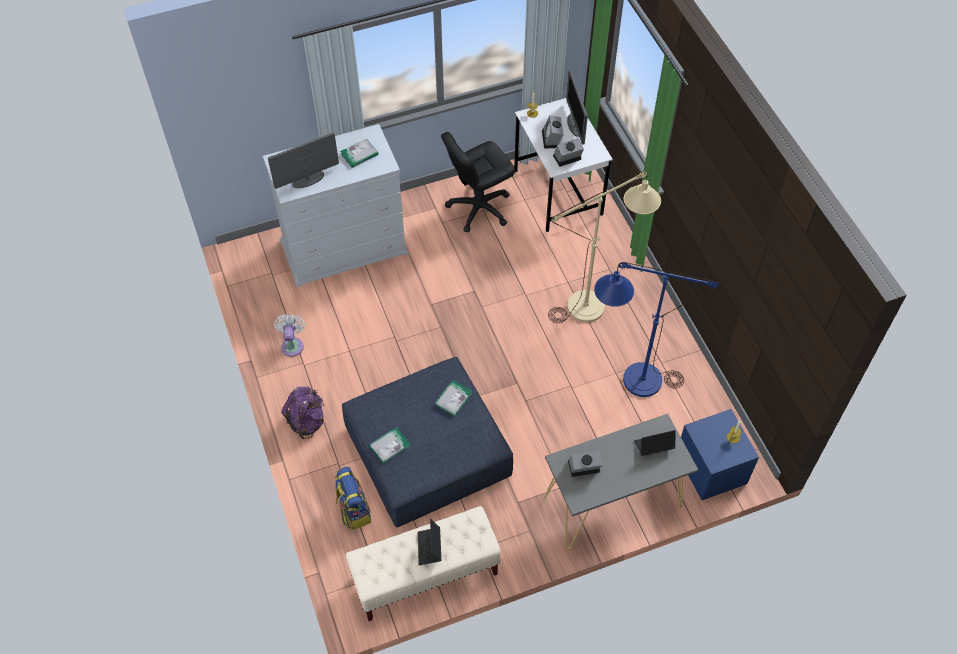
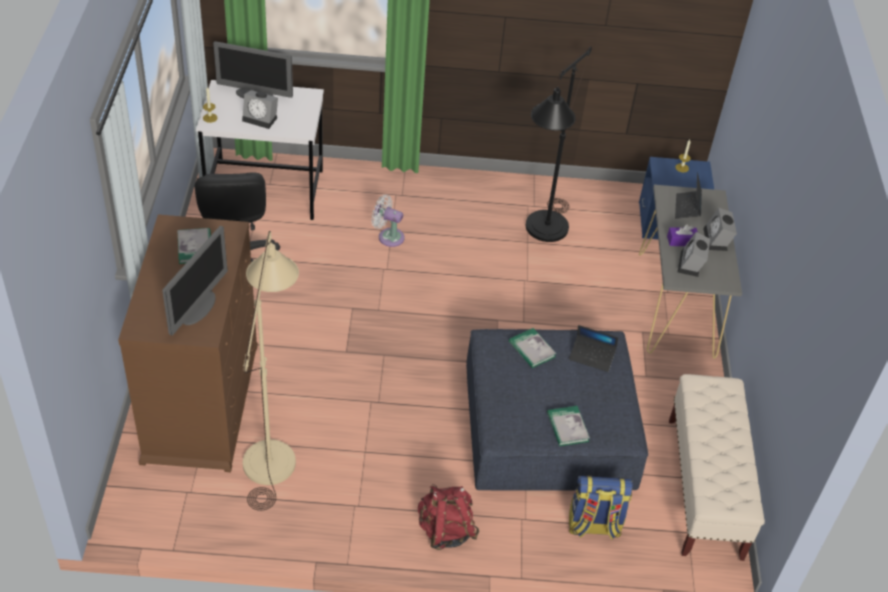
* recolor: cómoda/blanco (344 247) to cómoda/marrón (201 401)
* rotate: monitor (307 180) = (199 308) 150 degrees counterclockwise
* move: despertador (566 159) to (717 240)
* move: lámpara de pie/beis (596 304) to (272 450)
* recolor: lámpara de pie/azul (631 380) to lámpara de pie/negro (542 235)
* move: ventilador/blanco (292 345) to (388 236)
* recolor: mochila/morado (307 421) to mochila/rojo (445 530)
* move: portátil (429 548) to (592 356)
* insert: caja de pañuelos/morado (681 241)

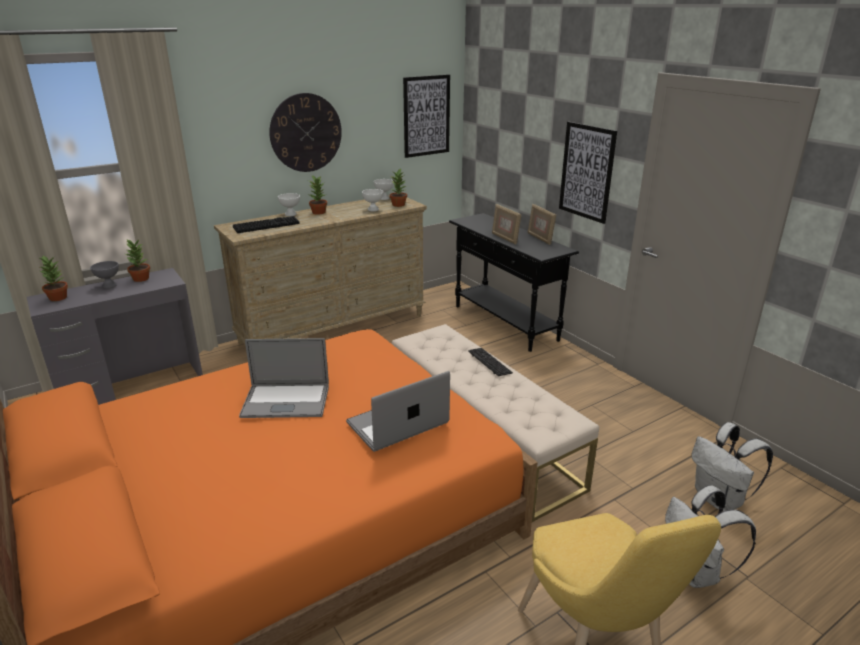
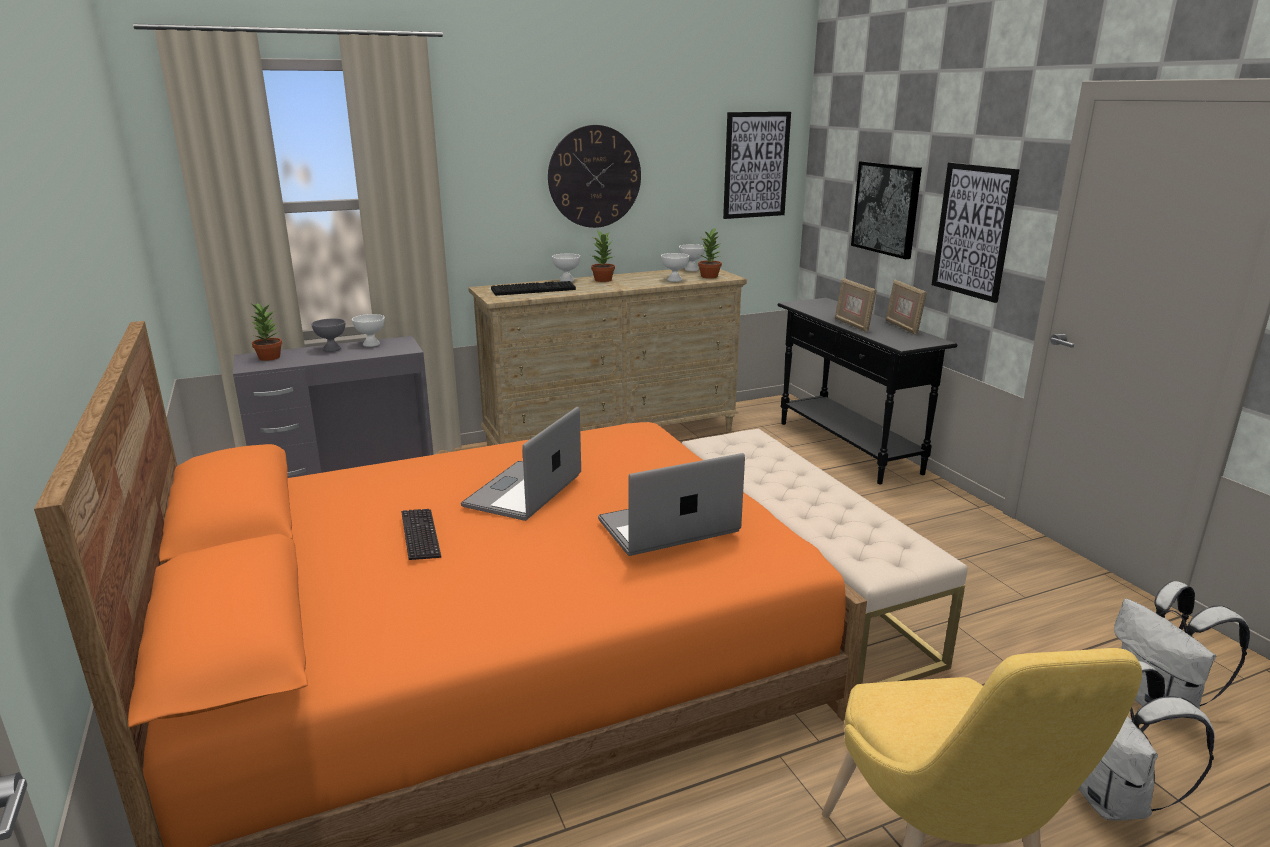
* replace: planta en maceta (140 279) to cuenco/blanco (370 344)
* rotate: portátil (286 401) = (523 491) 105 degrees clockwise
* move: teclado (489 363) to (420 536)
* insert: cuadro (886 208)

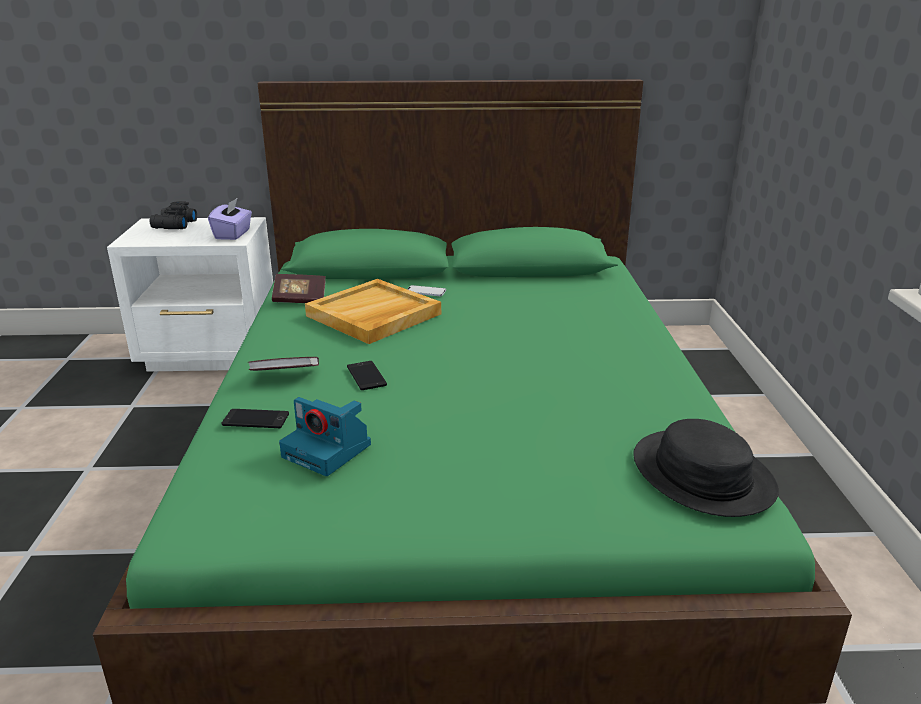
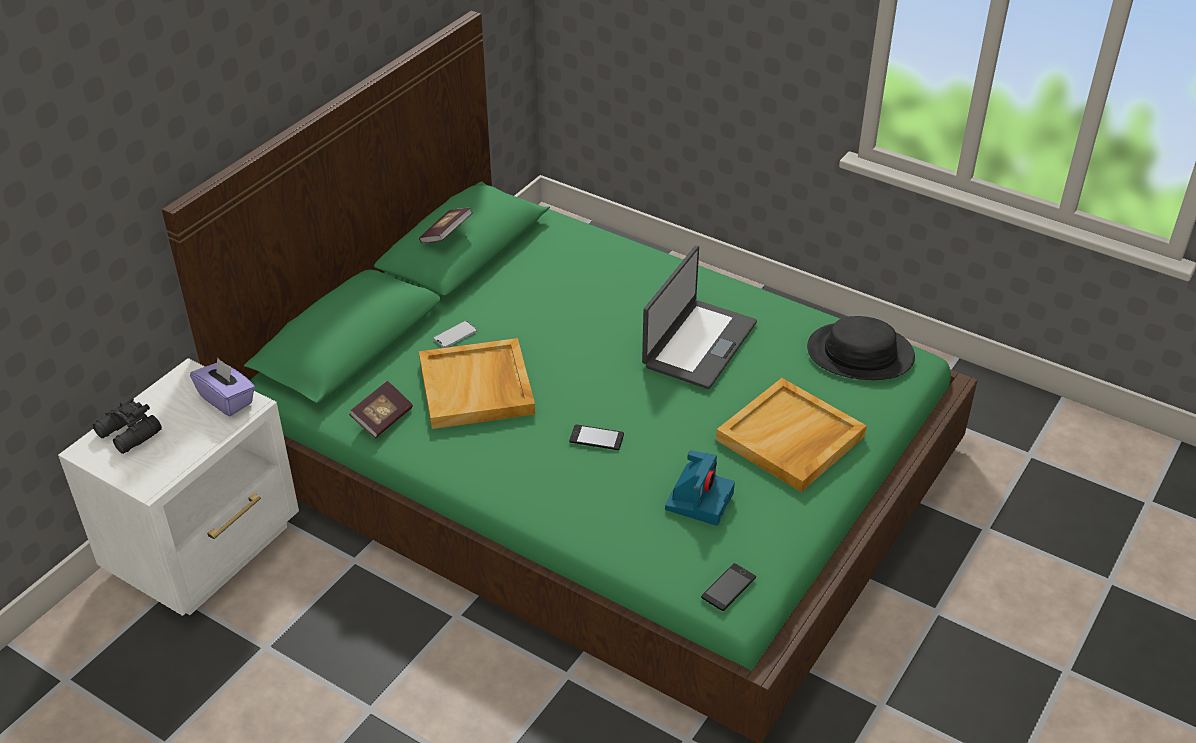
* move: libro (285 376) to (446 235)
* rotate: cámara (328 451) = (699 499) 45 degrees counterclockwise
* move: móvil (255 419) to (728 587)
* insert: portátil (698 344)
* insert: bandeja/beis (790 439)

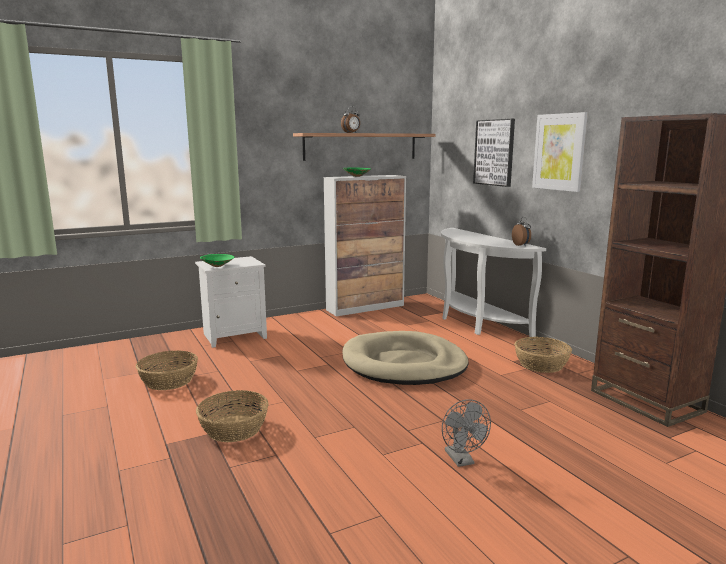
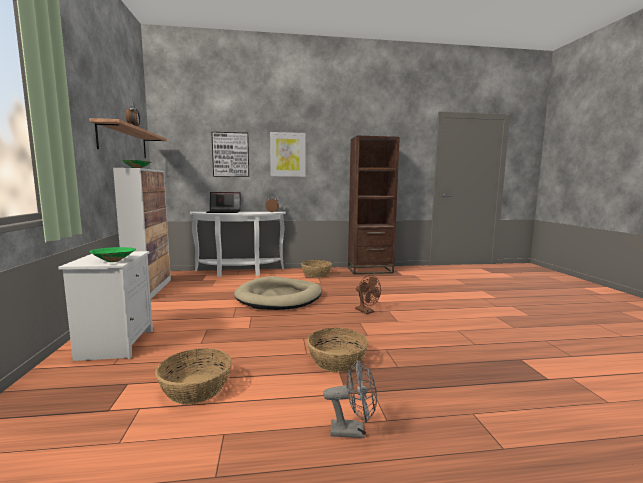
* move: ventilador/gris (462 460) to (353 431)
* insert: portátil (224 212)
* insert: ventilador/marrón (366 312)

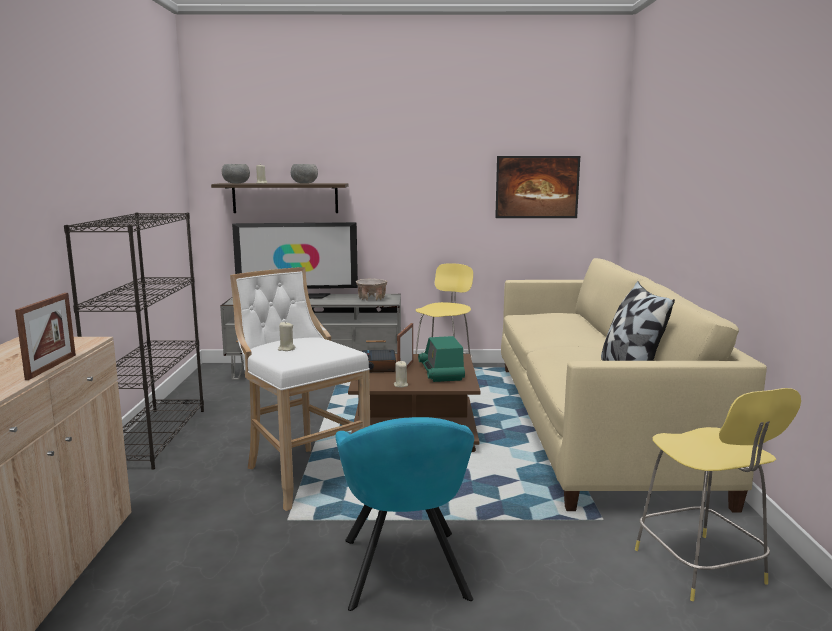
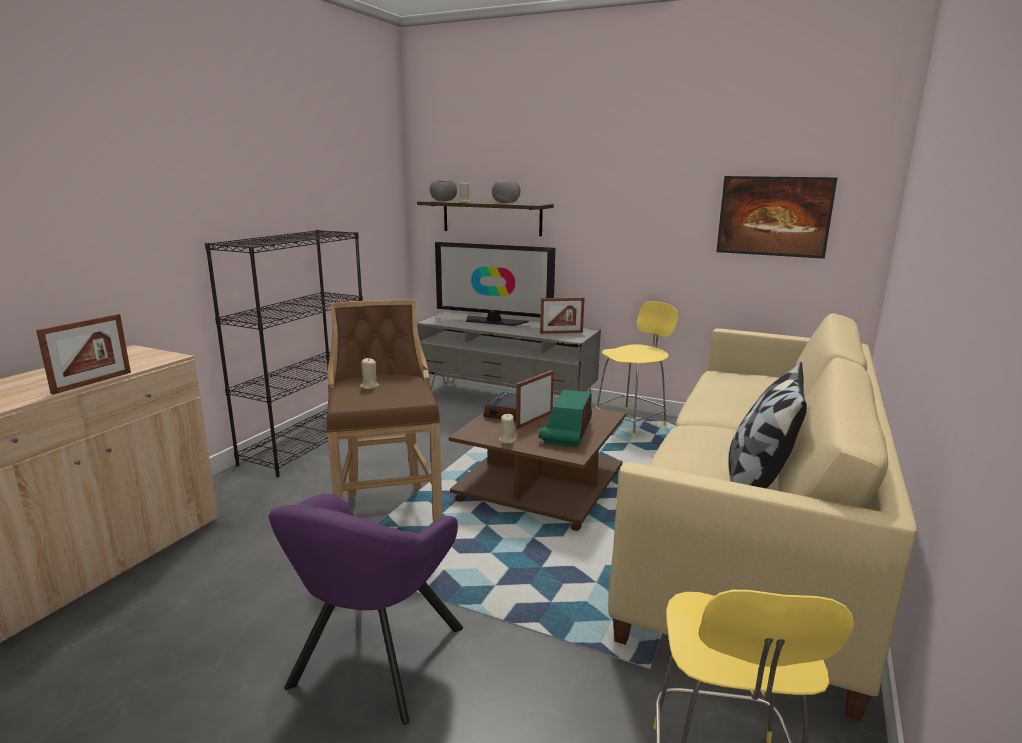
* recolor: taburete/blanco (302 474) to taburete/marrón (388 514)
* replace: cuenco/beis (371 299) to portarretratos (561 333)
* recolor: sillón/turquesa (405 573) to sillón/morado (373 662)

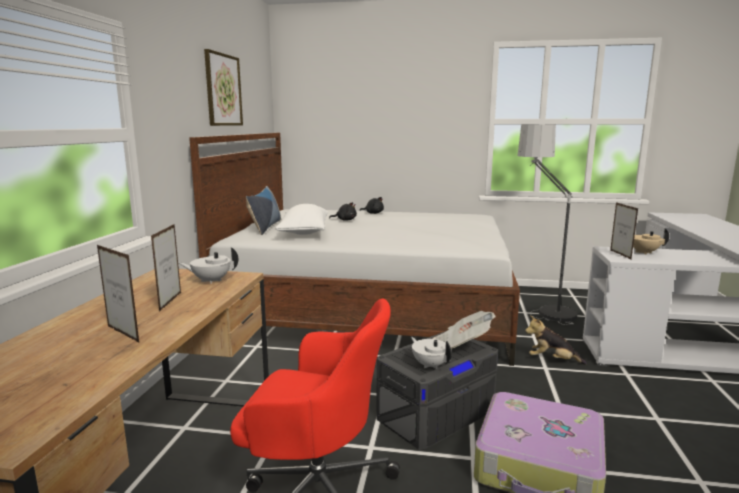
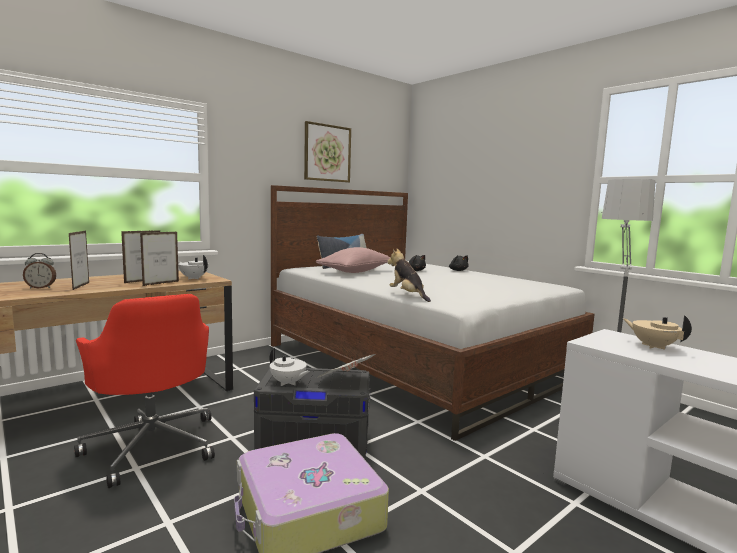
* move: portarretratos (620 255) to (161 283)
* recolor: cojín/blanco (304 232) to cojín/rosa (355 272)
* move: peluche (552 360) to (407 295)
* rotate: tetera/blanco (430 365) = (288 383) 120 degrees clockwise
* insert: despertador (41 288)

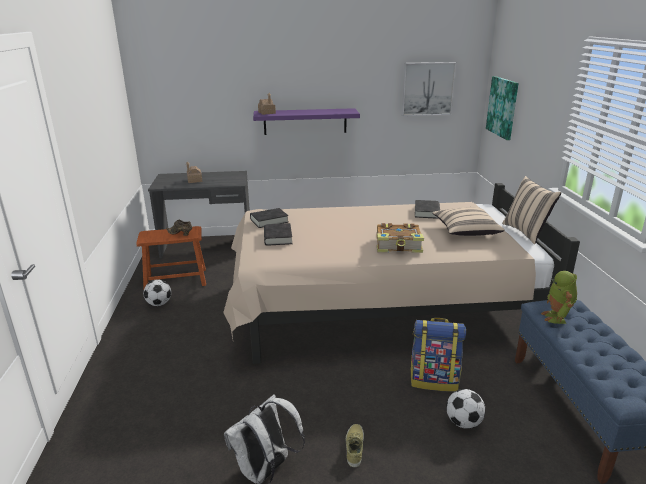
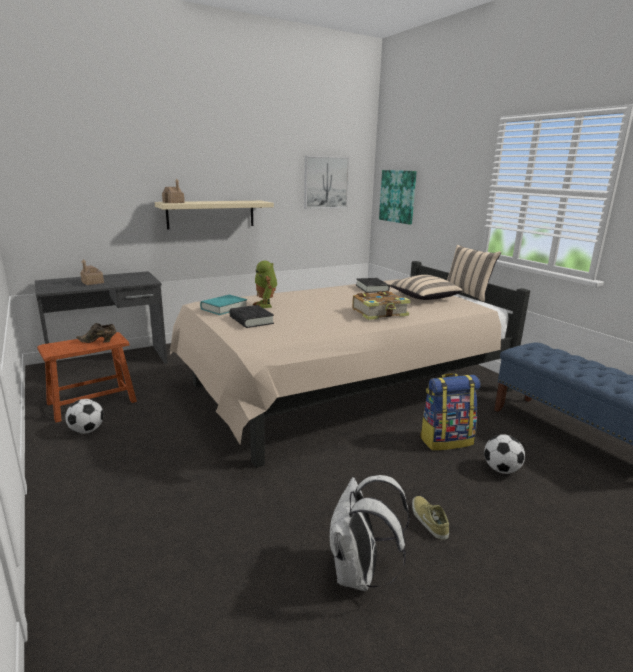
* recolor: estante/morado (305 121) to estante/beis (211 214)
* recolor: libro/negro (269 221) to libro/turquesa (224 308)
* move: robot de juguete (557 318) to (265 305)

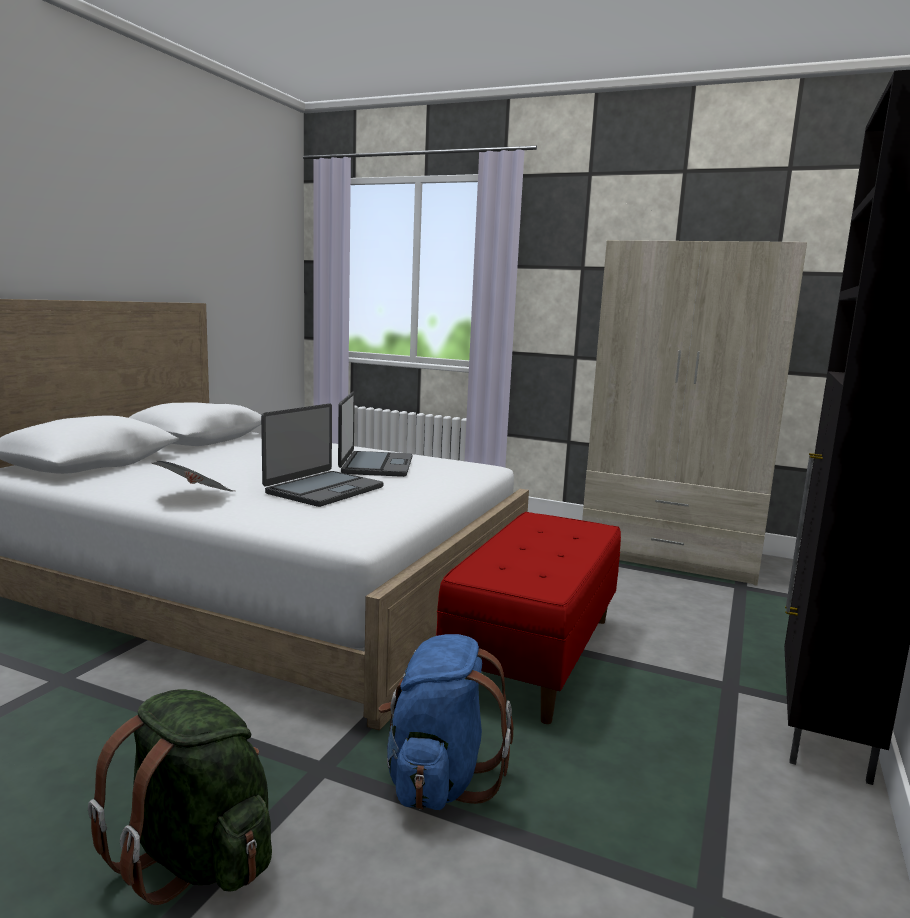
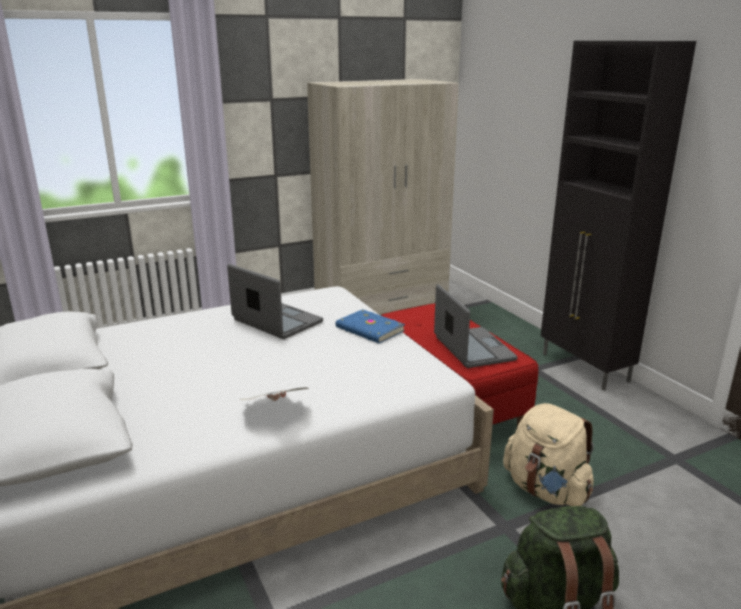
* move: portátil (323 490) to (473 349)
* recolor: mochila/azul (438 779) to mochila/beis (546 490)
* insert: libro/azul (369 330)

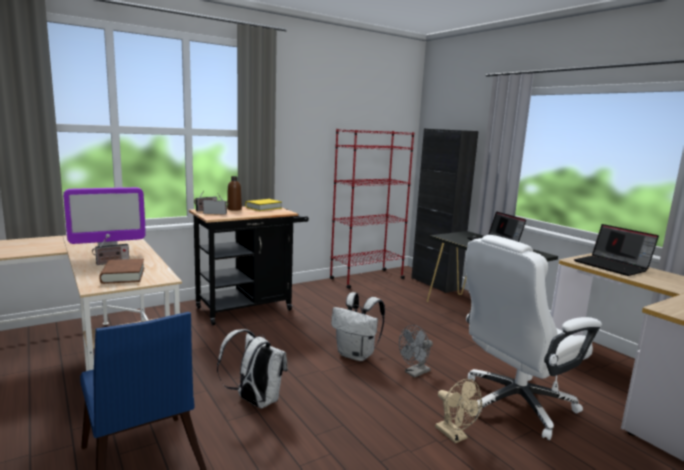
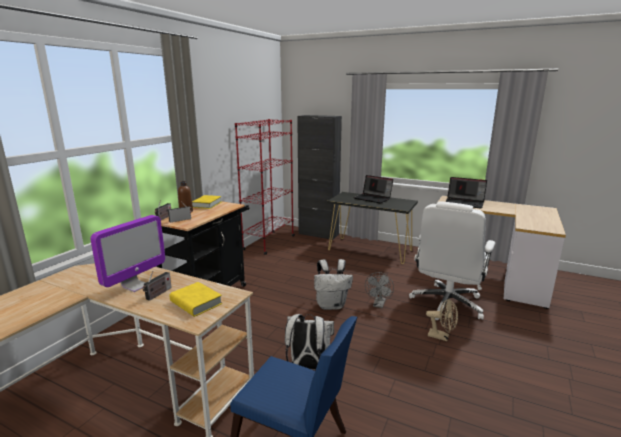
* recolor: libro/marrón (123 275) to libro/amarillo (196 303)

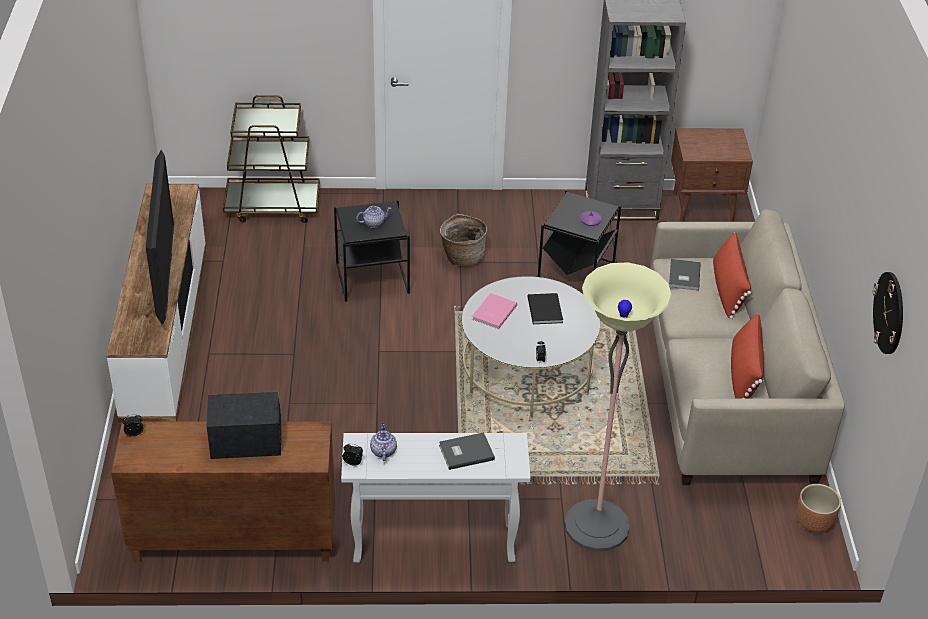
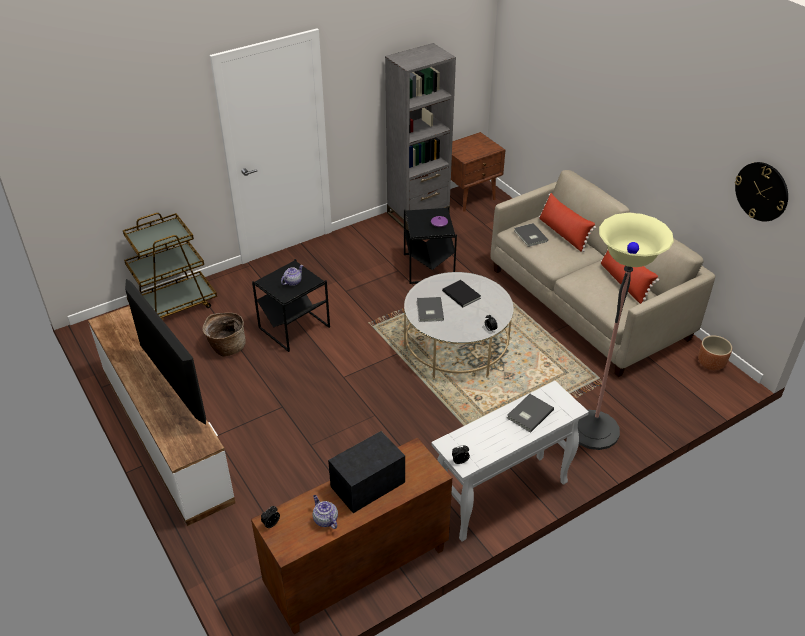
* move: cesta (462 256) to (226 347)
* recolor: libro/rosa (493 312) to libro/gris (429 311)
* move: tetera (383 451) to (325 519)

